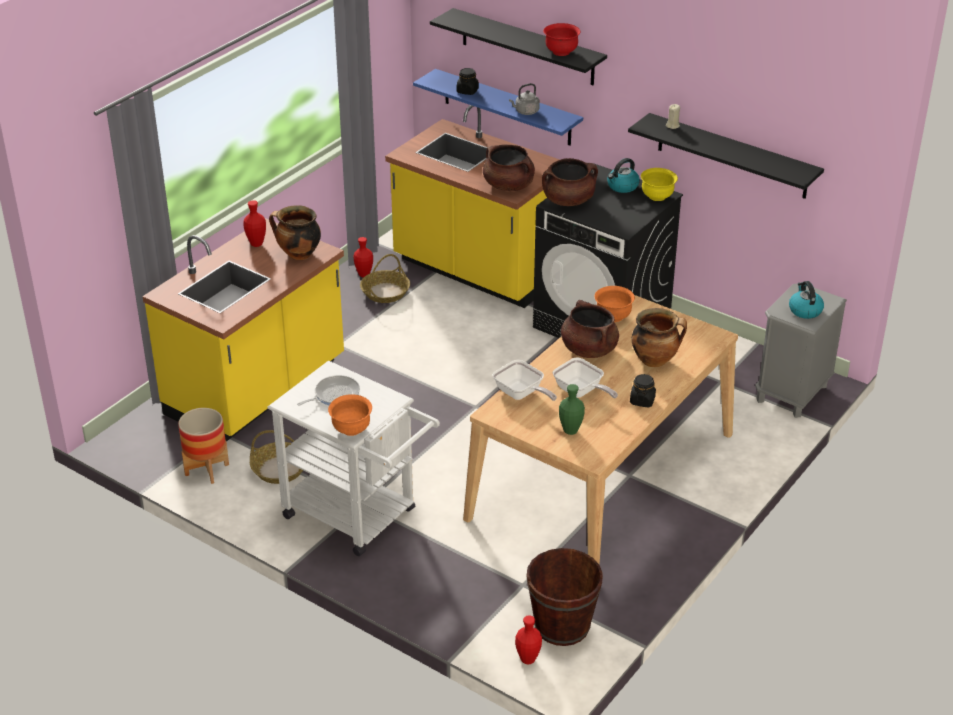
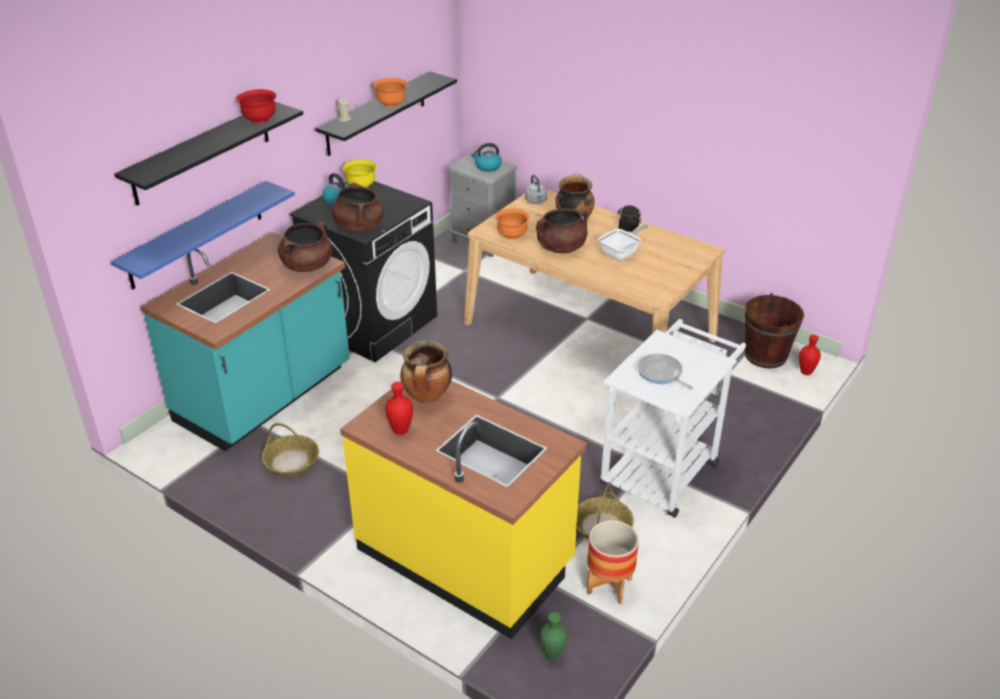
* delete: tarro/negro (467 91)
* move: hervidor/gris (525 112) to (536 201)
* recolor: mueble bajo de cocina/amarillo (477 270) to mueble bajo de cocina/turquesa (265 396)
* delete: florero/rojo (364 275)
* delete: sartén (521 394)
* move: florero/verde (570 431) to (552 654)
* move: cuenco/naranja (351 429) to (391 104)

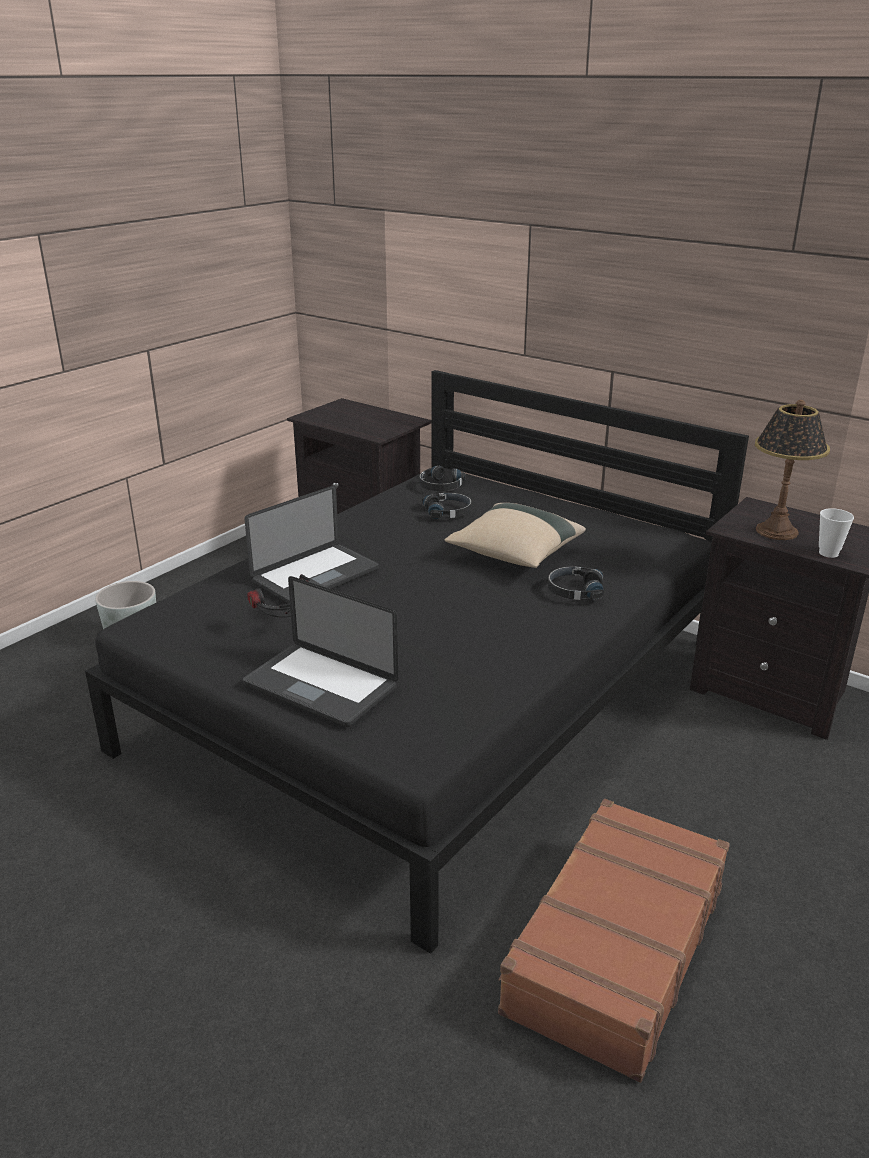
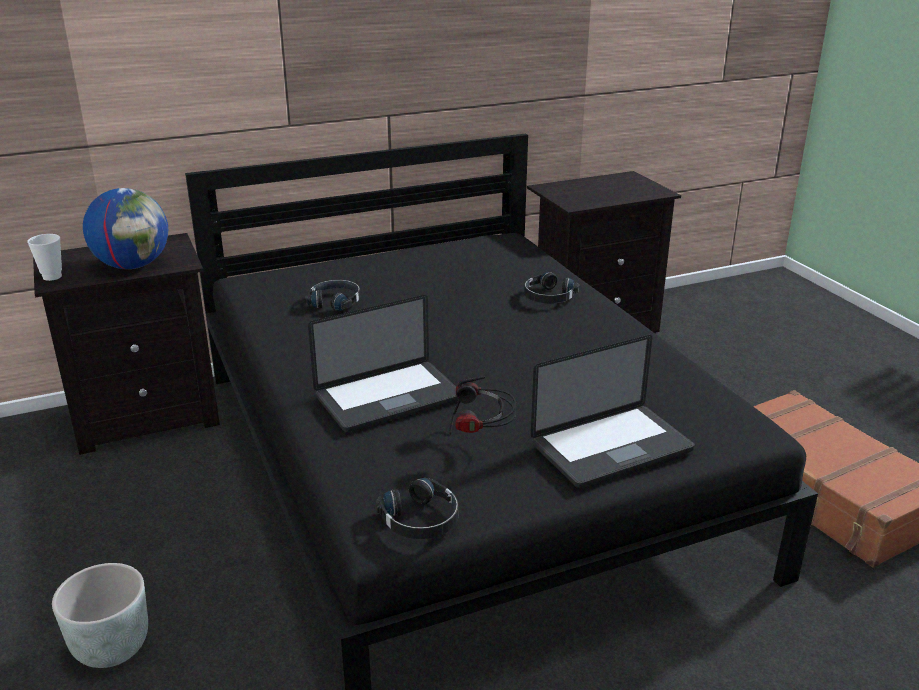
* delete: lámpara de mesa (776 531)
* move: auriculares/negro (440 486) to (421 520)
* rotate: portátil (316 576) = (388 398) 75 degrees clockwise
* delete: cojín/beis (514 554)
* move: taza (828 553) to (52 277)
* insert: globo terráqueo (133 265)

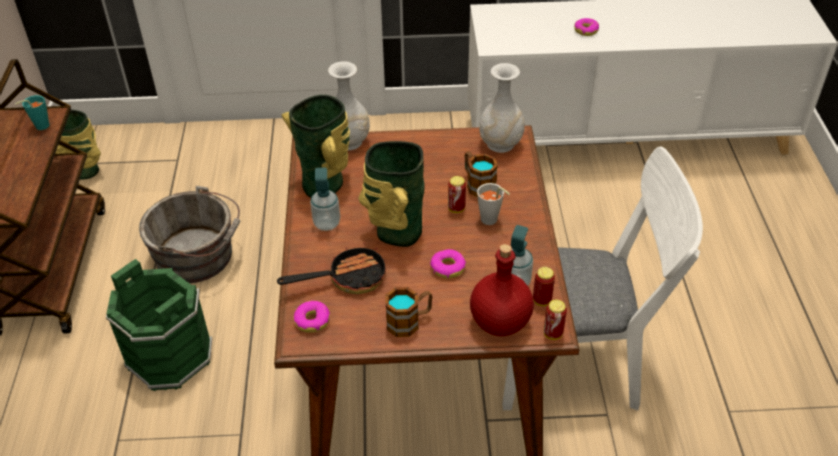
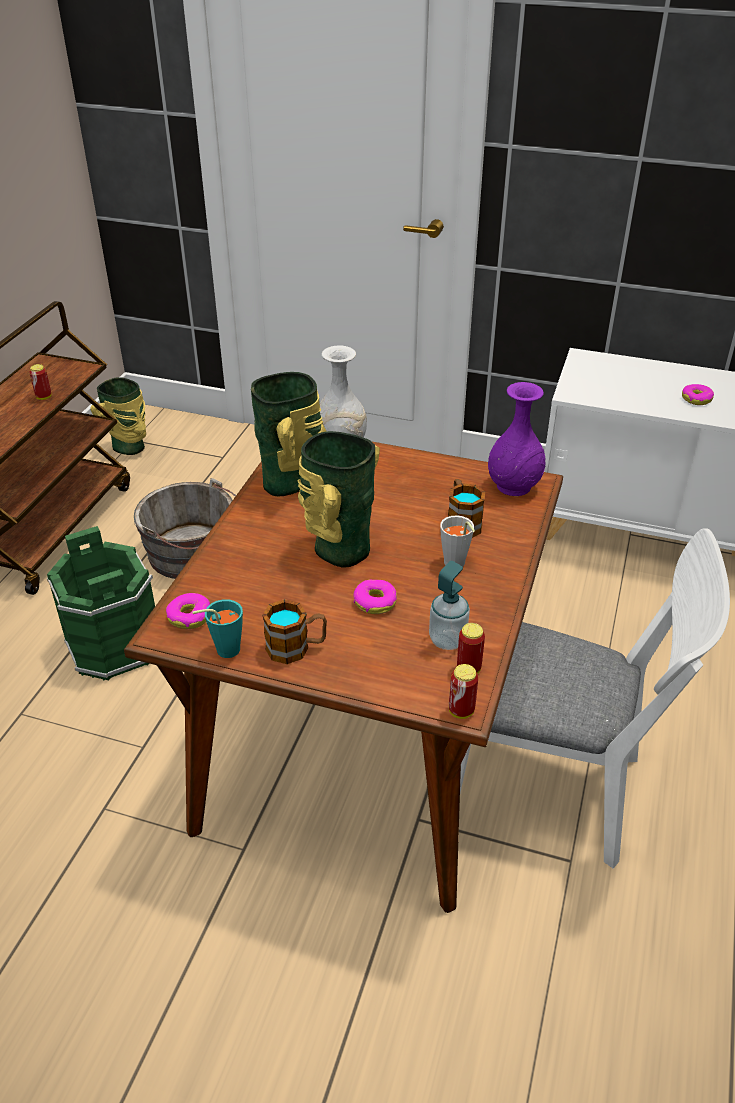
* recolor: florero/blanco (501 144) to florero/morado (514 486)
* move: taza/turquesa (39 127) to (222 651)
* delete: dispensador de jabón (327 223)
* move: lata (456 208) to (44 397)
* delete: sartén (348 278)
* delete: botella/rojo (499 321)

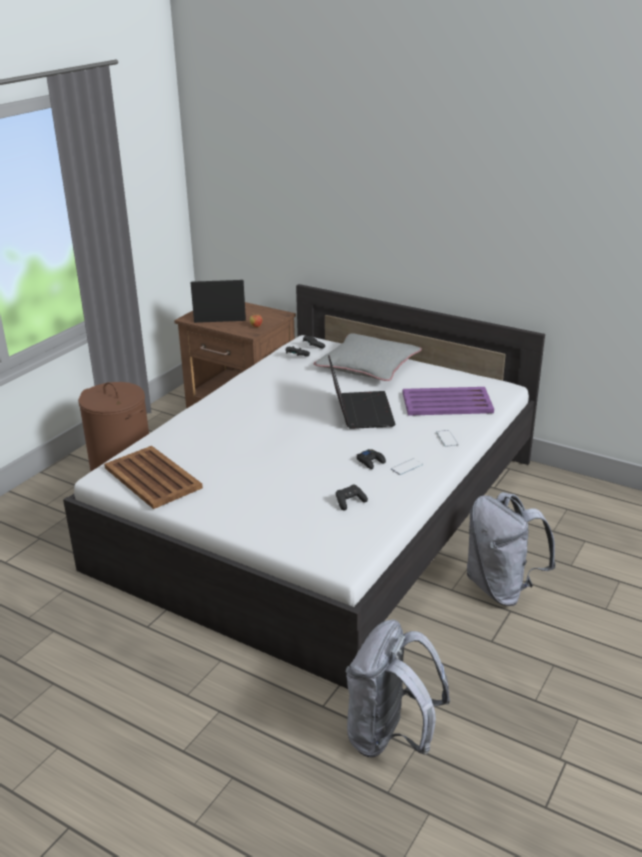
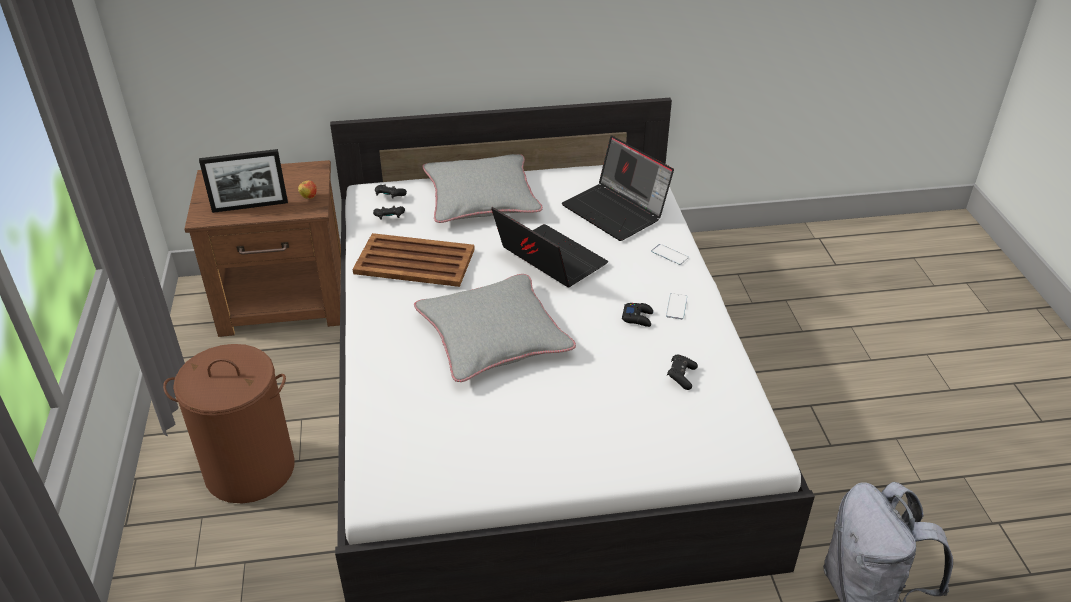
* rotate: portarretratos (220 321) = (250 206) 150 degrees counterclockwise
* replace: bandeja/morado (448 403) to portátil (616 211)
* move: bandeja/marrón (153 478) to (415 262)
* delete: mochila/gris (502 588)
* insert: cojín/gris (493 336)

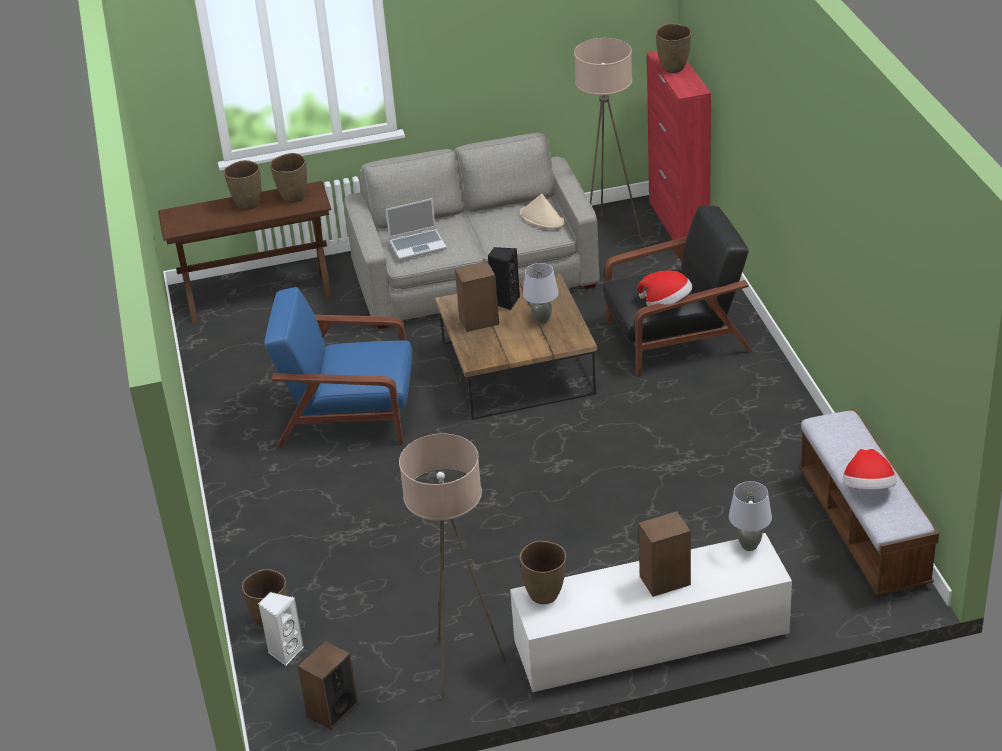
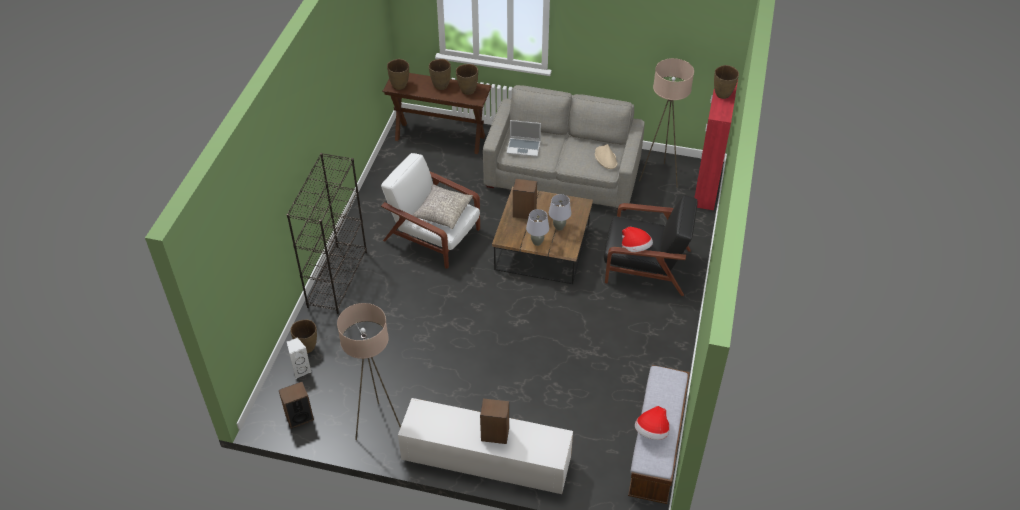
* delete: altavoz/negro (505 301)
* recolor: sillón/azul (349 413) to sillón/blanco (433 236)
* move: lámpara de mesa/gris (749 545) to (537 242)
* move: florero/marrón (545 594) to (400 86)
* insert: estantería/negro (337 278)
* insert: cojín/gris (443 212)

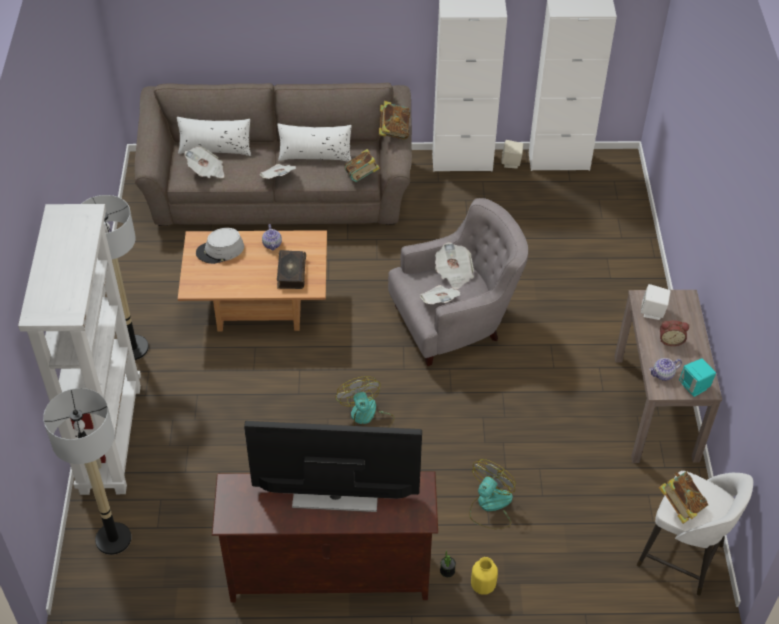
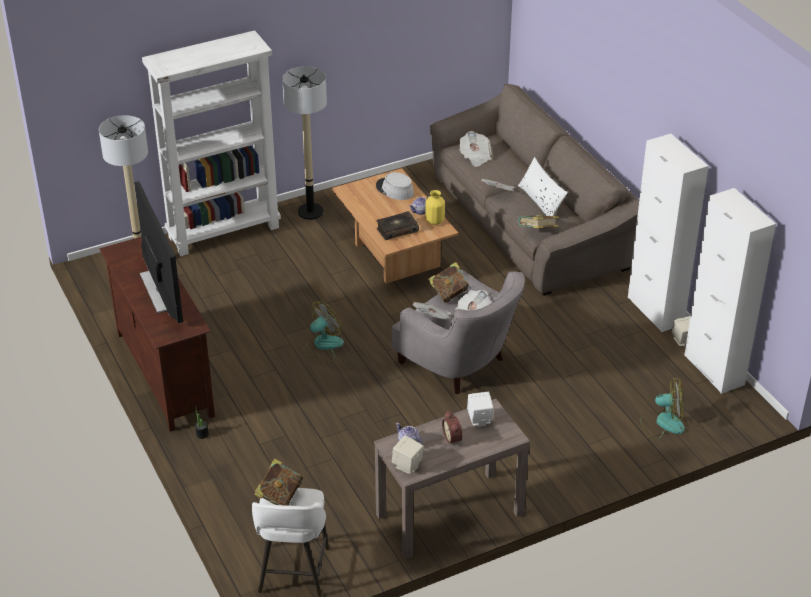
* move: libro (394 131) to (450 294)
* delete: cojín/blanco (215 148)
* recolor: altavoz/turquesa (694 386) to altavoz/beis (407 465)
* move: ventilador (490 506) to (662 423)
* move: florero/amarillo (483 585) to (435 221)

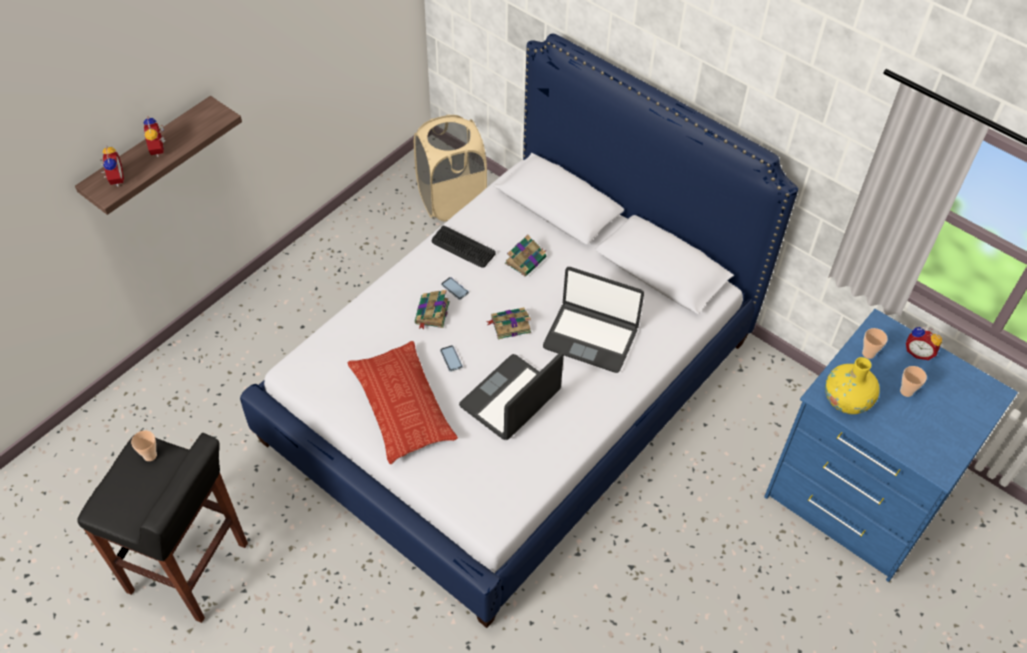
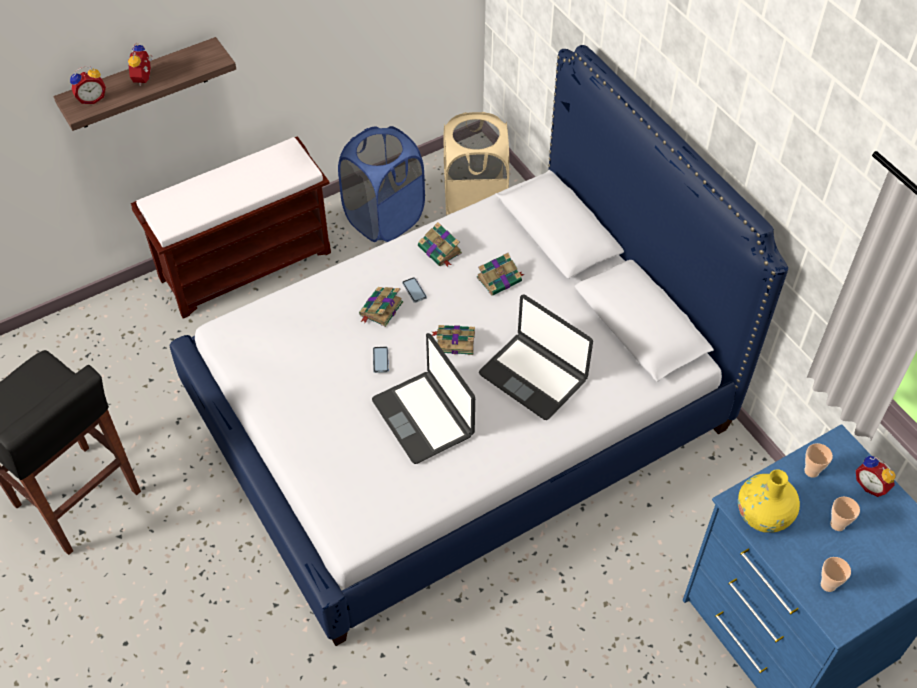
* rotate: despertador (115 179) = (91 98) 60 degrees clockwise
* replace: teclado (463 247) to libro (440 250)
* delete: cojín (402 406)
* rotate: portátil (511 399) = (424 417) 90 degrees counterclockwise
* move: taza (150 455) to (828 584)
* insert: cesto de la ropa/azul (384 218)
* insert: banco/marrón (247 264)

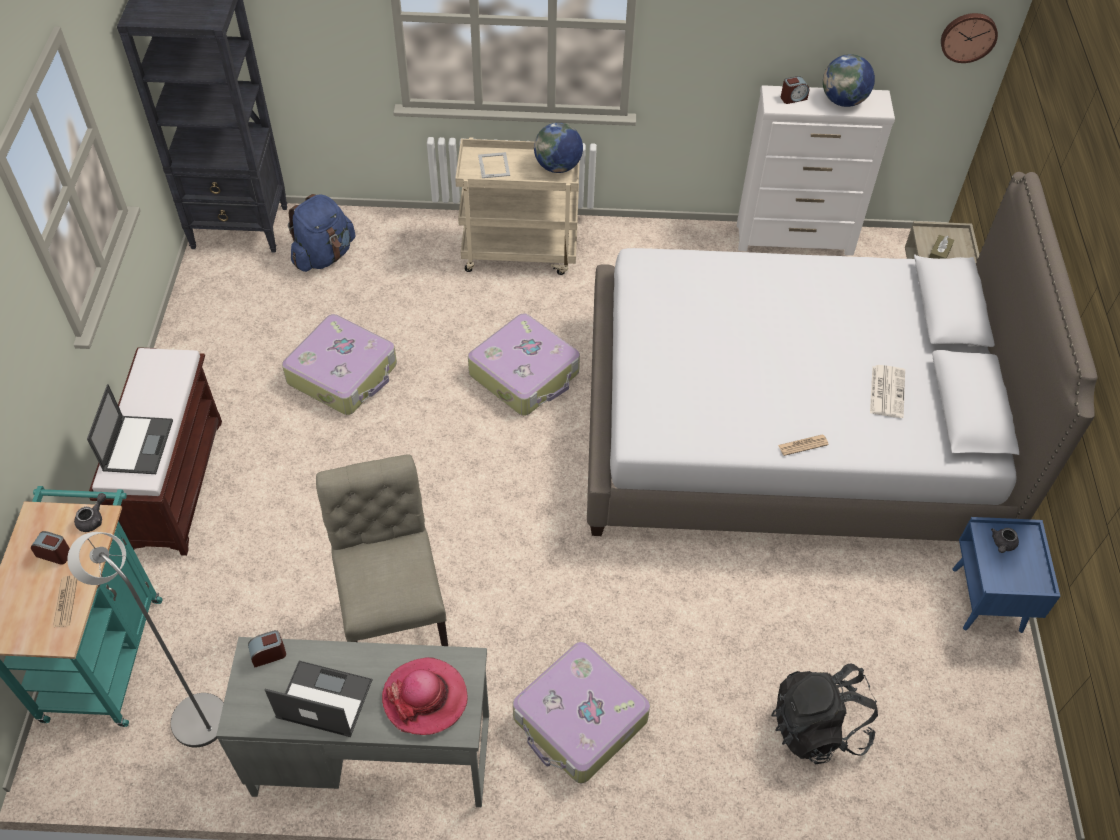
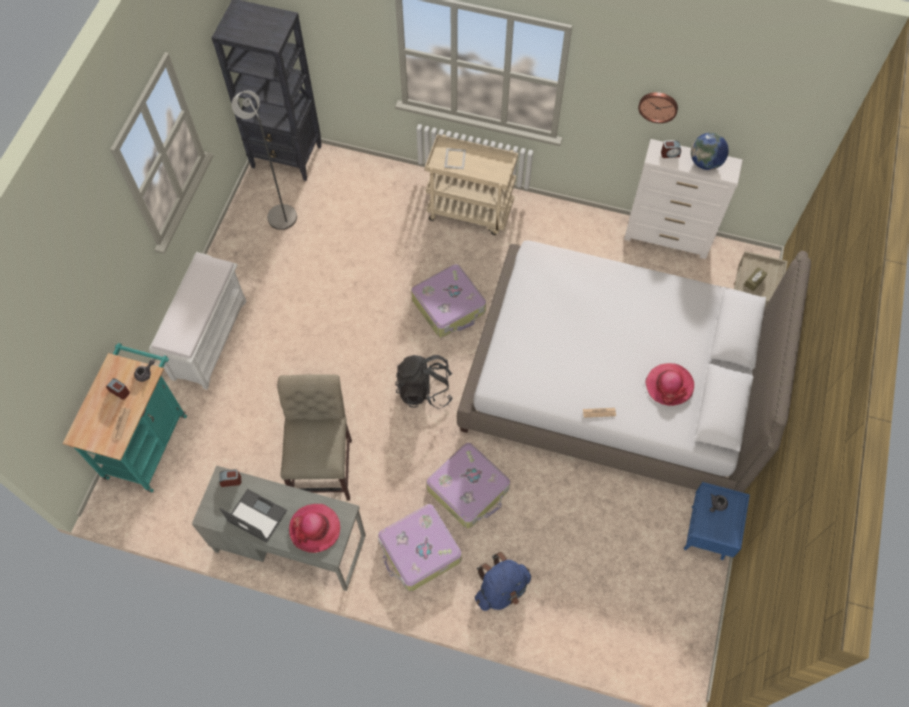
* move: reloj de pared (968 36) to (658 106)
* delete: globo terráqueo (558 166)
* move: mochila/azul (324 255) to (501 589)
* move: maleta (344 374) to (469 489)
* recolor: banco/marrón (175 482) to banco/blanco (209 338)
* replace: periódico (886 391) to sombrero (669 385)
* delete: portátil (138 444)
* move: lámpara de pie/gris (192 713) to (279 213)
* move: mochila/negro (818 727) to (424 389)

